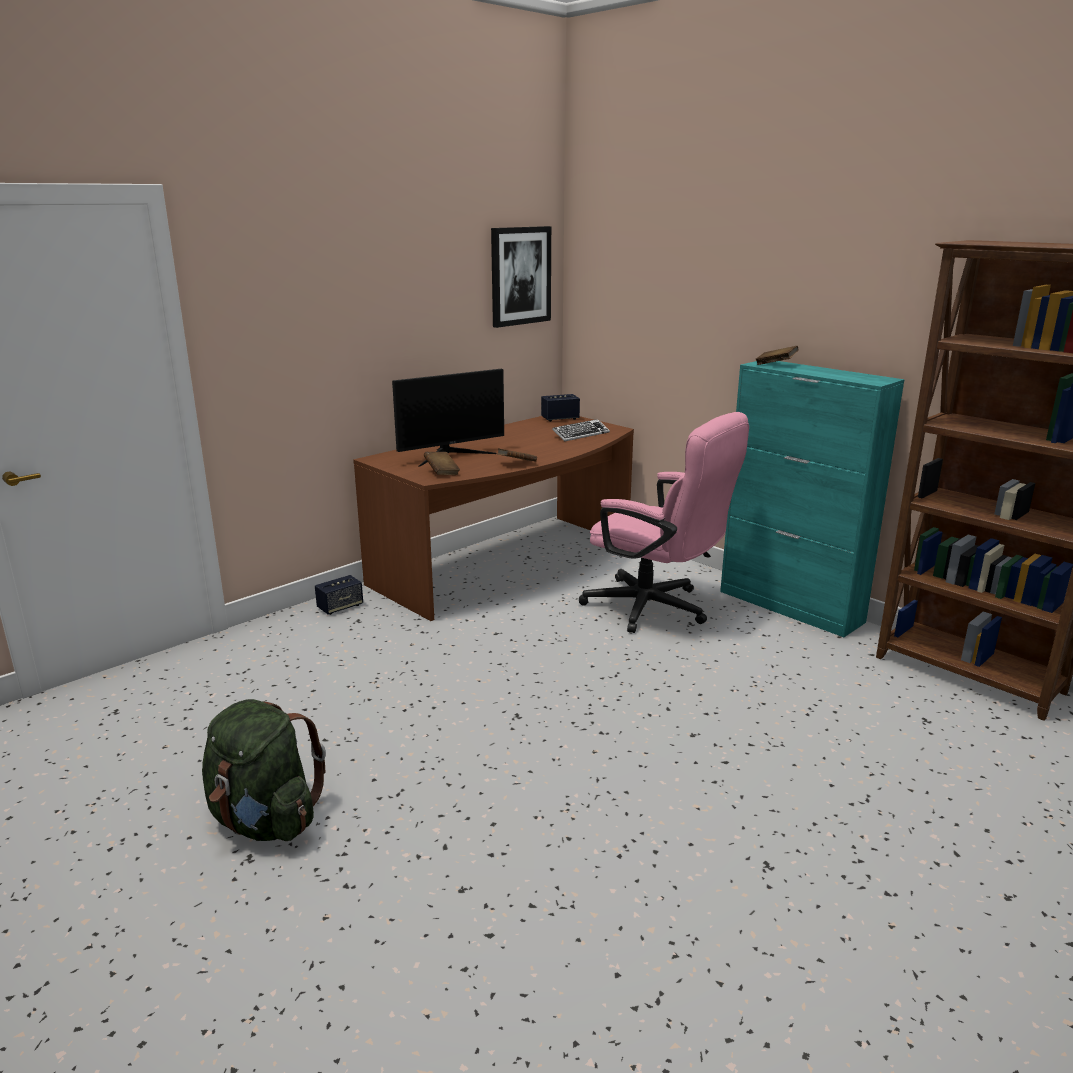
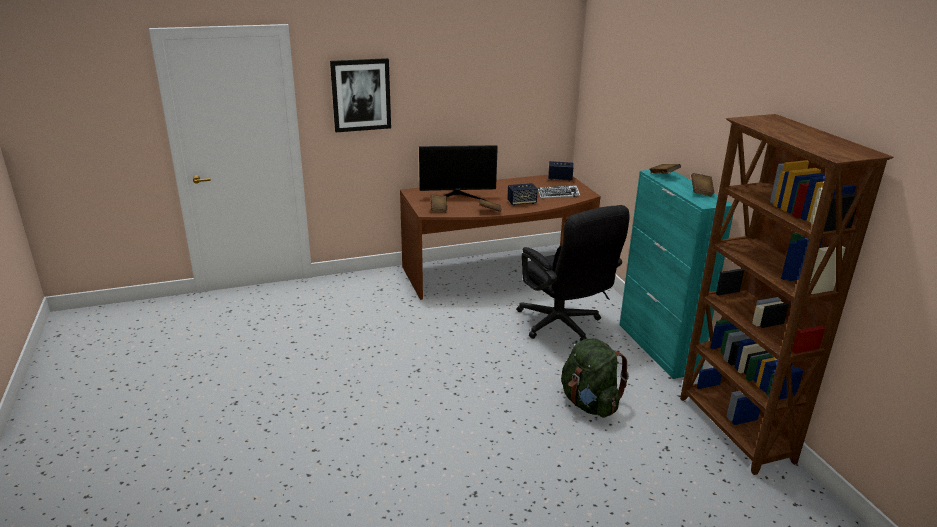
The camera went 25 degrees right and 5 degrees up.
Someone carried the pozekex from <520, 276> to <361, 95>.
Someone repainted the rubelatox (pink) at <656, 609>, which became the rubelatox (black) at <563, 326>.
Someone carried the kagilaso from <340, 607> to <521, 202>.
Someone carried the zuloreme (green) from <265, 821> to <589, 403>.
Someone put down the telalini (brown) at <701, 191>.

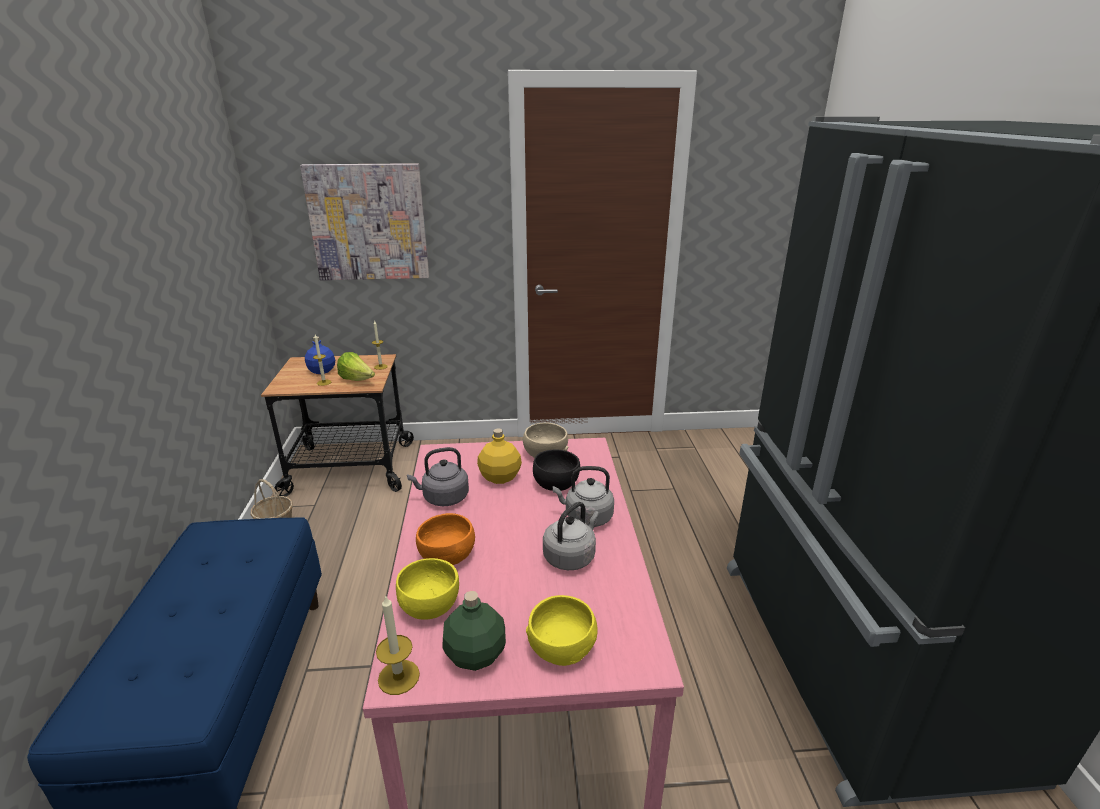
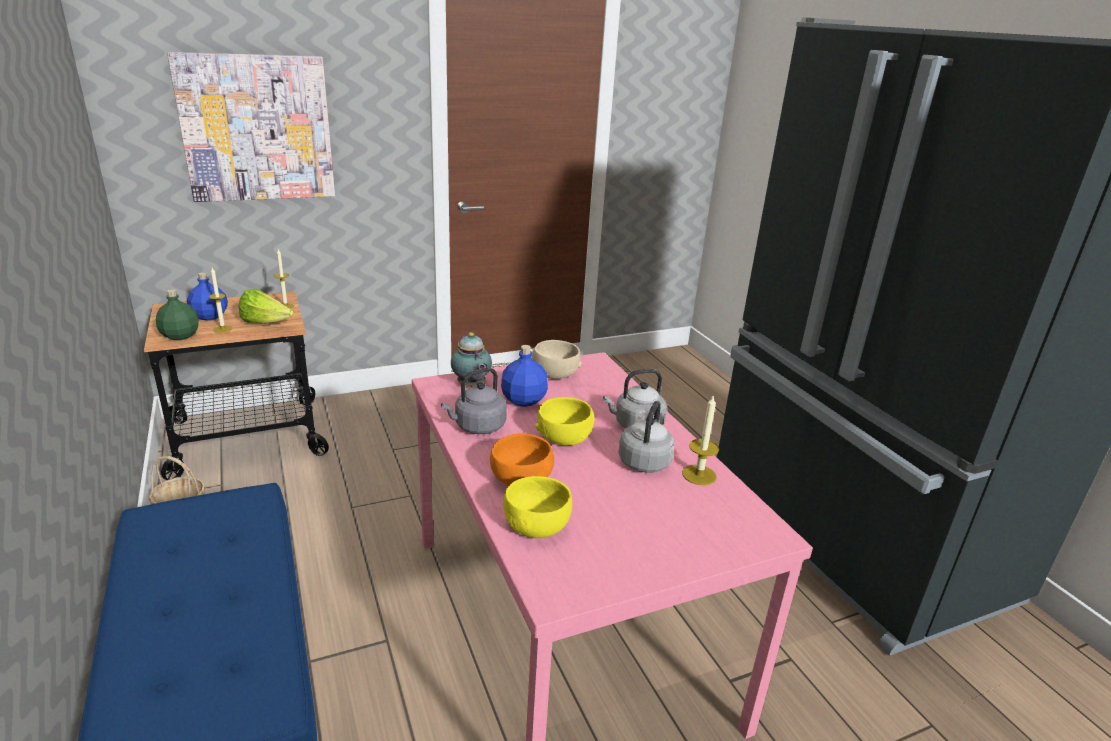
The camera went 20 degrees left and 0 degrees up.
Someone repainted the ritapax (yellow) at <499, 477>, which became the ritapax (blue) at <523, 400>.
Someone took away the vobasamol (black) at <556, 483>.
Someone carried the ritapax (green) from <476, 655> to <180, 336>.
Someone carried the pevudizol from <398, 677> to <699, 475>.
Someone carried the vobasamol (yellow) from <562, 646> to <564, 437>.
Someone put down the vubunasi at <471, 386>.

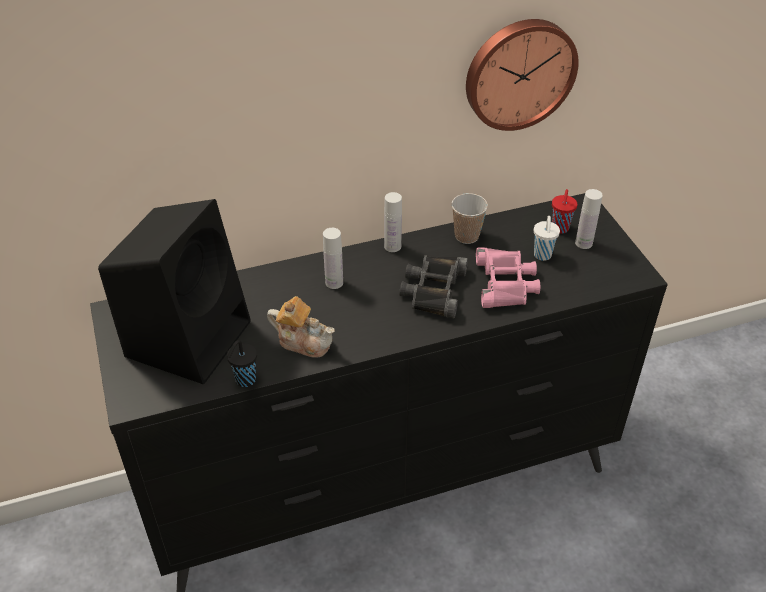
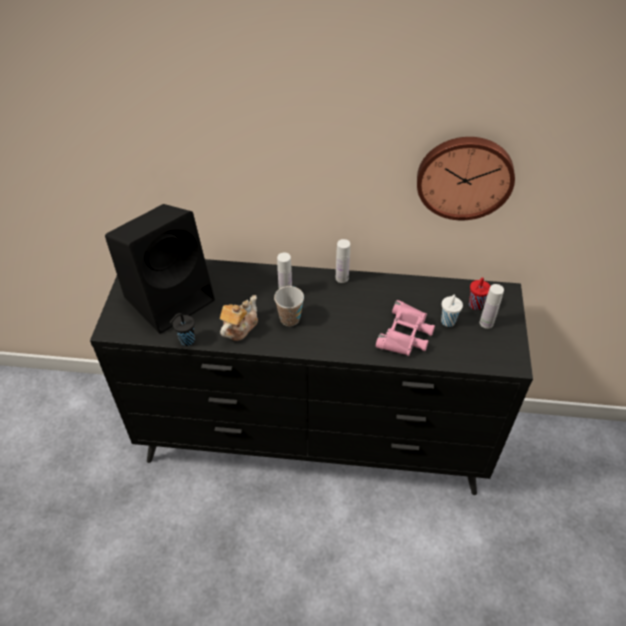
The camera went 25 degrees right and 5 degrees up.
Someone carried the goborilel from <466, 236> to <290, 319>.
Someone took away the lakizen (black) at <433, 290>.
Someone rotated the vubunasi at <303, 341> by 105 degrees counterclockwise.

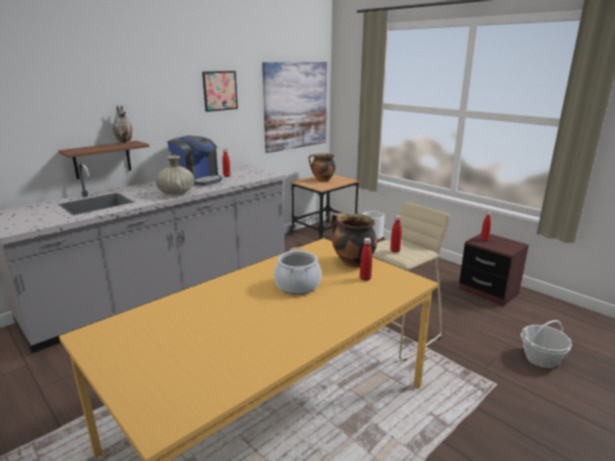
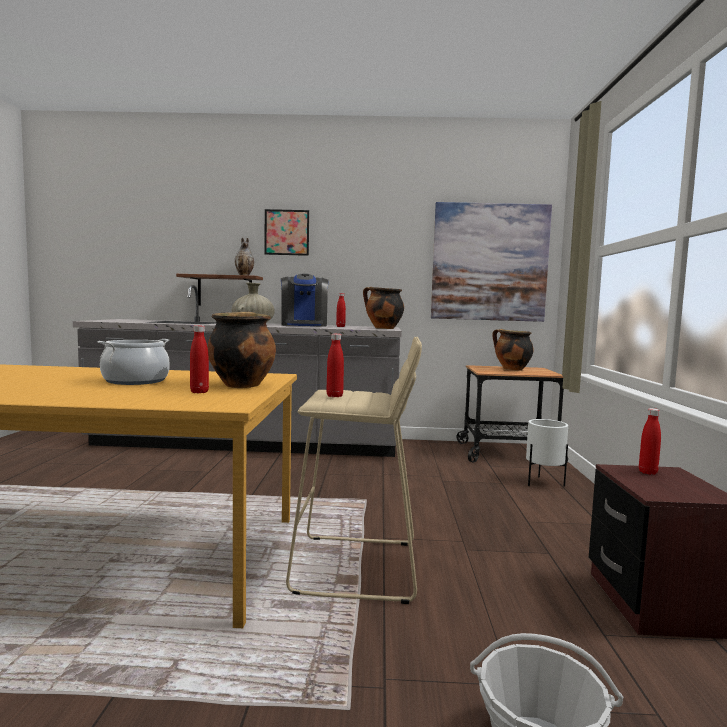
The camera went 45 degrees right and 15 degrees down.
Someone carried the pozekex from <220, 91> to <287, 232>.
Someone put down the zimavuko at <383, 328>.

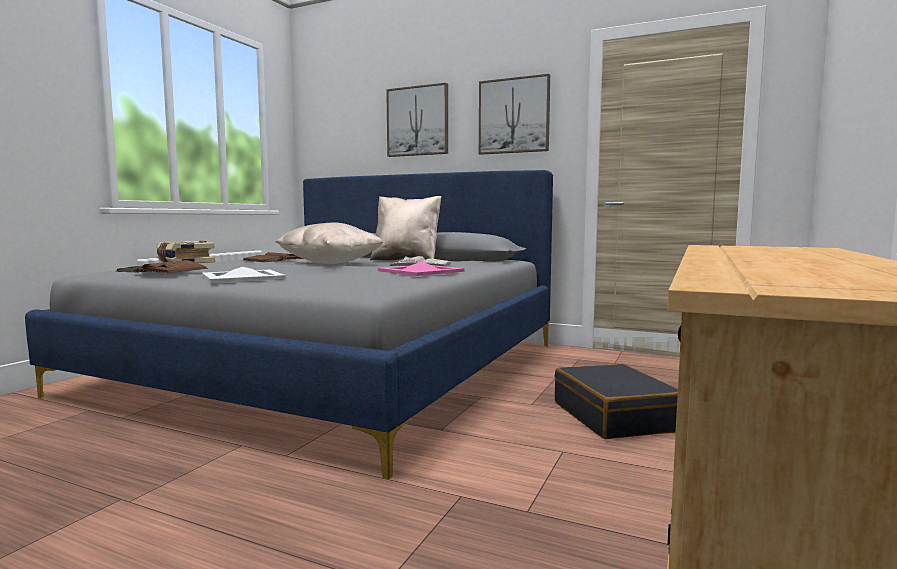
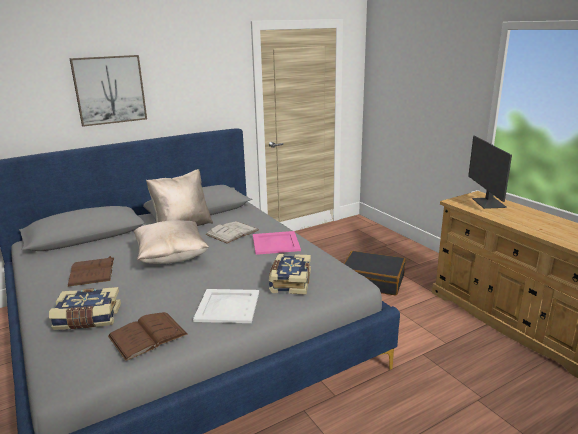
The camera went 55 degrees left and 15 degrees up.
Someone took away the pozekex at <514, 116>.
Someone put down the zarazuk at <488, 203>.
Someone put down the telalini at <289, 282>.

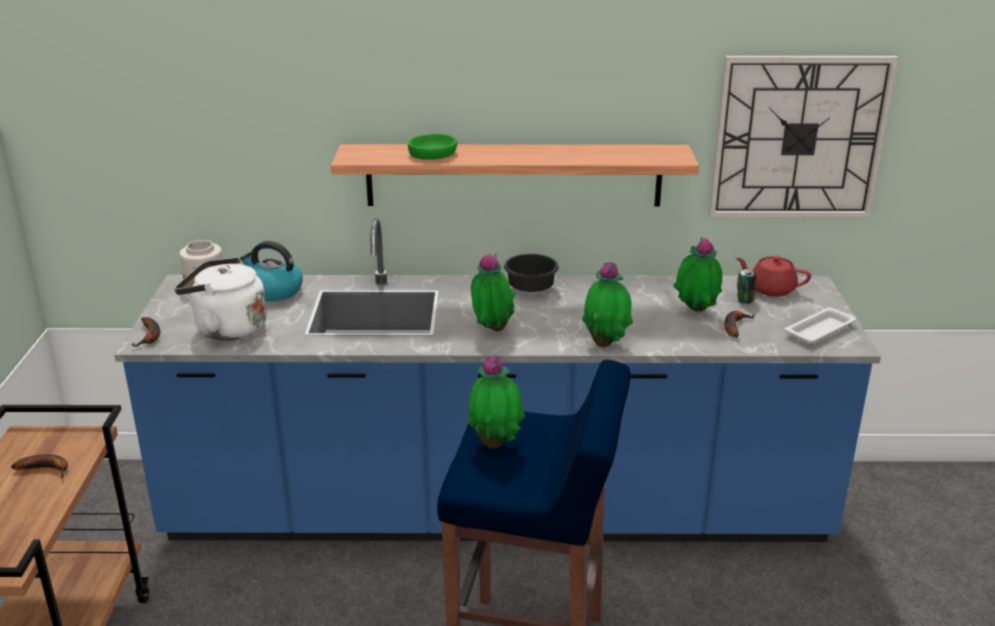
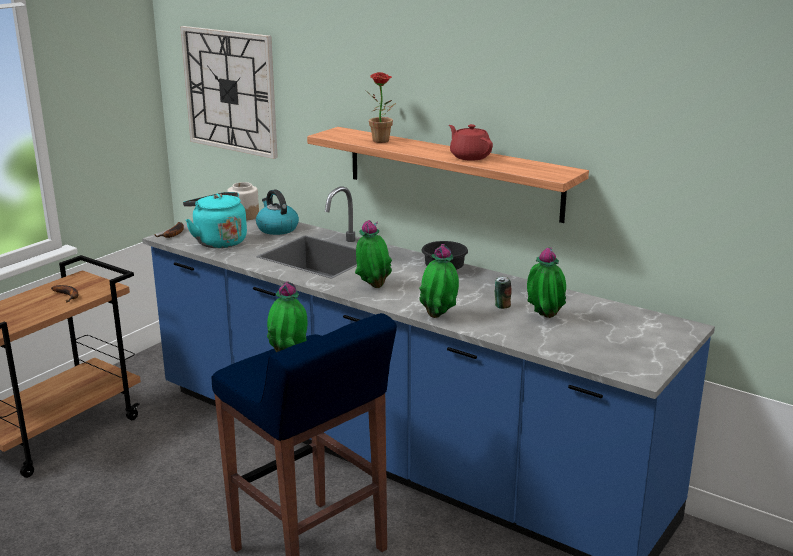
The camera went 35 degrees right and 5 degrees down.
Someone carried the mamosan from <798, 138> to <230, 91>.
Someone swapped the vobasamol (green) at <433, 154> for the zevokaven at <383, 141>.
Someone carried the vubunasi (red) from <770, 289> to <470, 156>.
Someone repainted the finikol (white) at <226, 329>, which became the finikol (turquoise) at <218, 241>.
Someone carried the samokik from <744, 300> to <501, 306>.
Someone took away the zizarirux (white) at <820, 330>.
Someone took away the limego at <734, 326>.

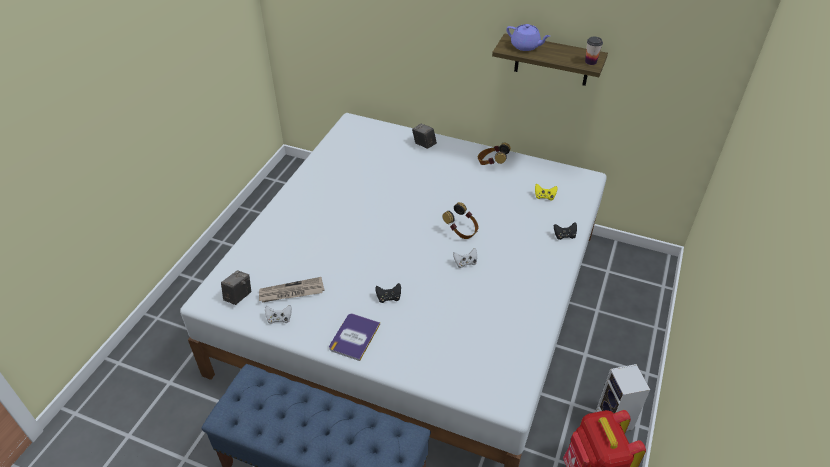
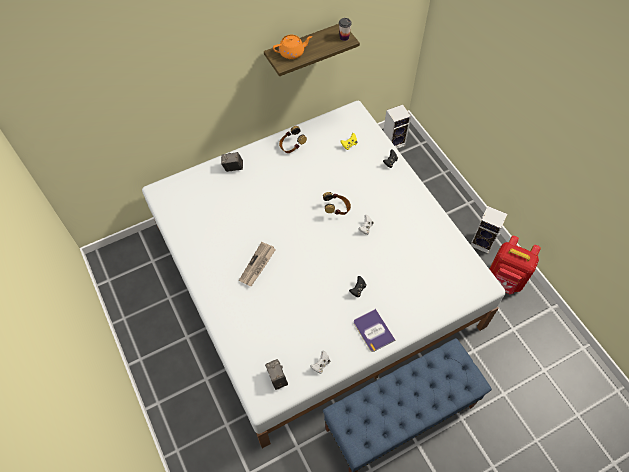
The camera went 50 degrees left and 15 degrees up.
Someone repainted the vubunasi (purple) at <526, 46>, which became the vubunasi (orange) at <292, 53>.
Someone carried the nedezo from <291, 292> to <257, 265>.
Someone put down the kagilaso at <394, 142>.

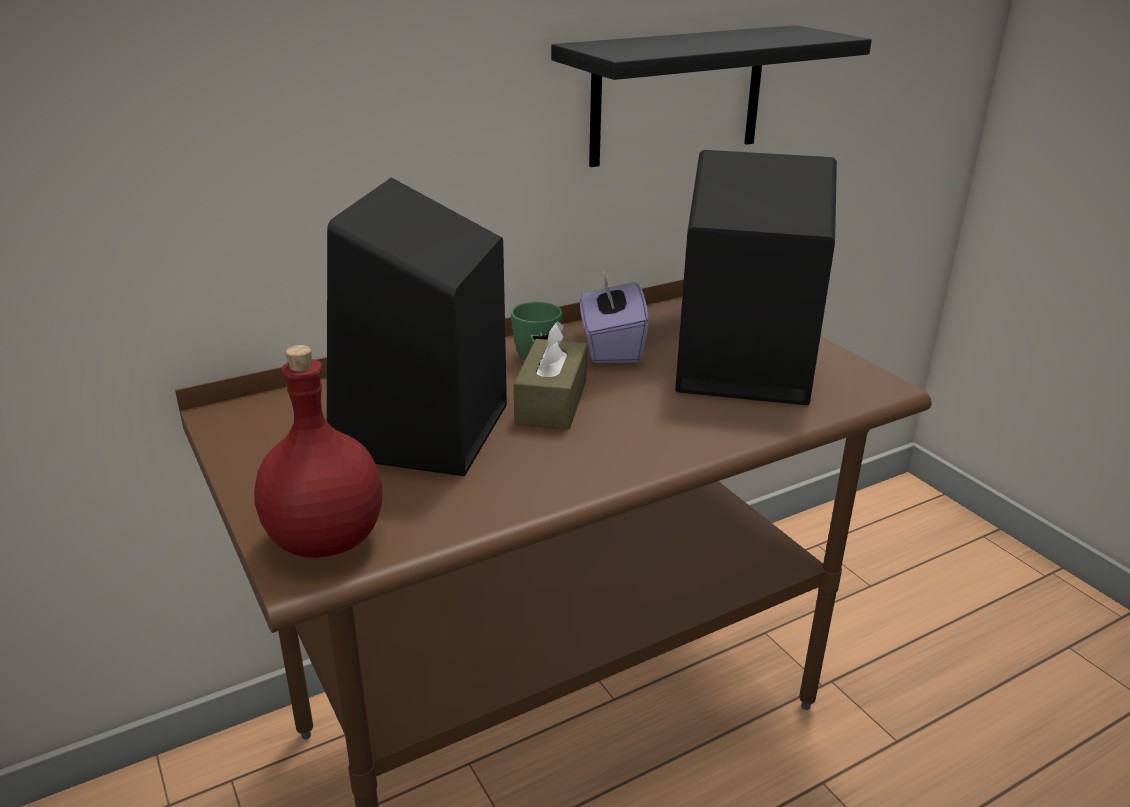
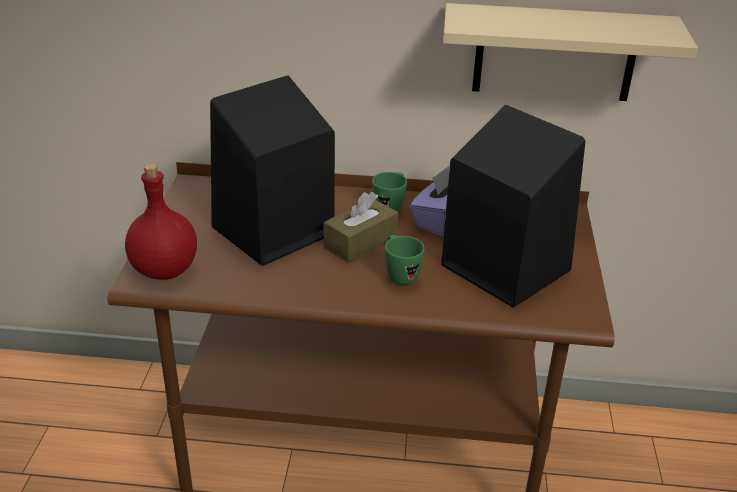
The camera went 35 degrees right and 5 degrees up.
Someone repainted the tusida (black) at <677, 95>, which became the tusida (beige) at <555, 53>.
Someone put down the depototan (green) at <399, 275>.

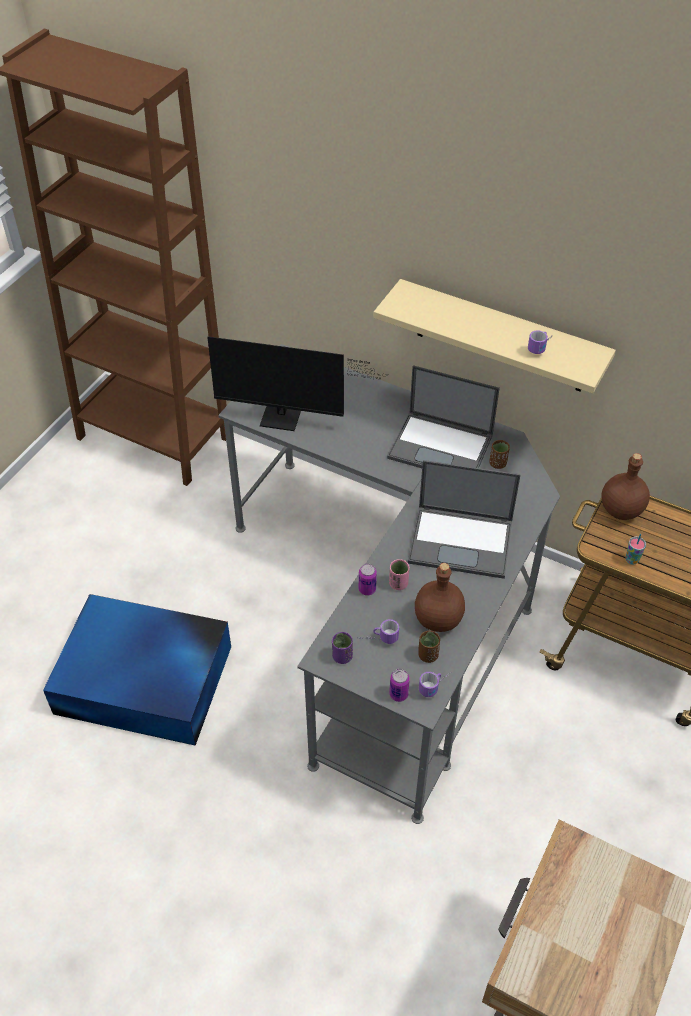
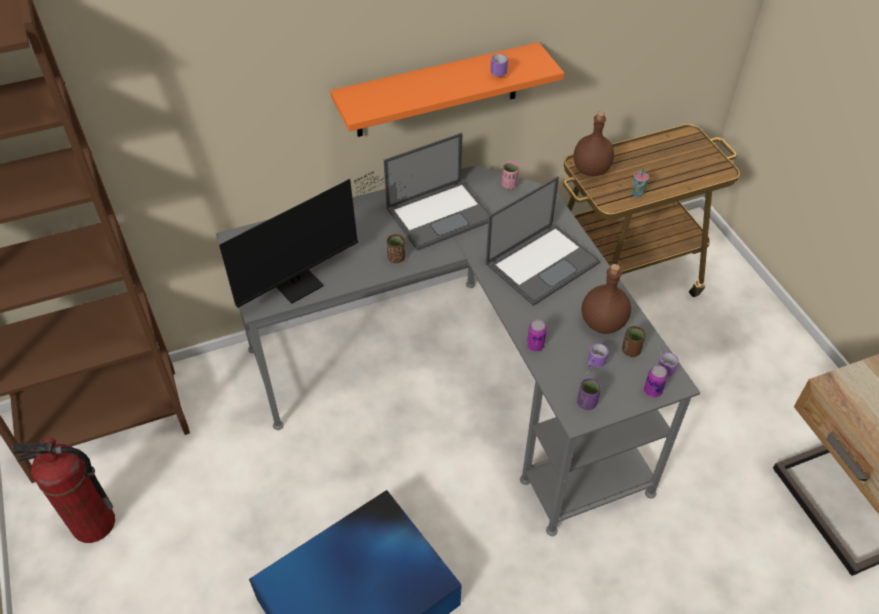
The camera went 50 degrees left and 0 degrees up.
Someone repainted the tusida (beige) at <501, 337>, which became the tusida (orange) at <437, 91>.
Someone carried the goborilel (brown) from <498, 463> to <396, 258>.
Someone carried the goborilel (pink) from <398, 583> to <509, 185>.
Someone put down the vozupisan at <94, 524>.

